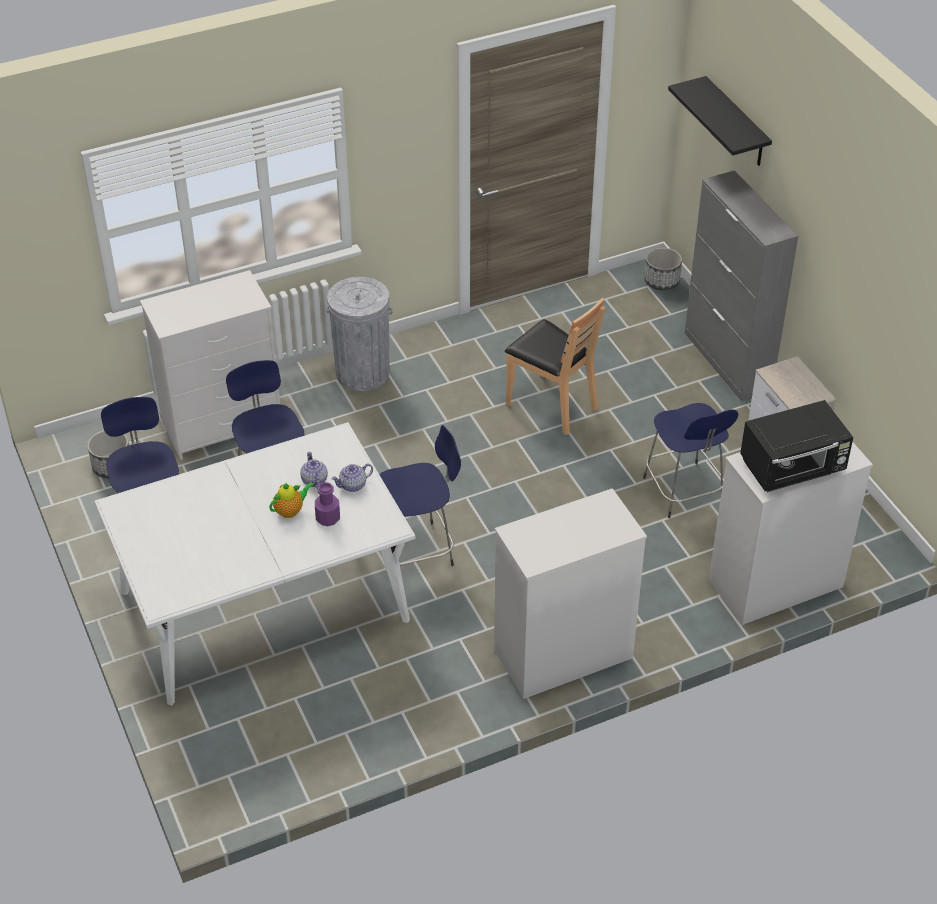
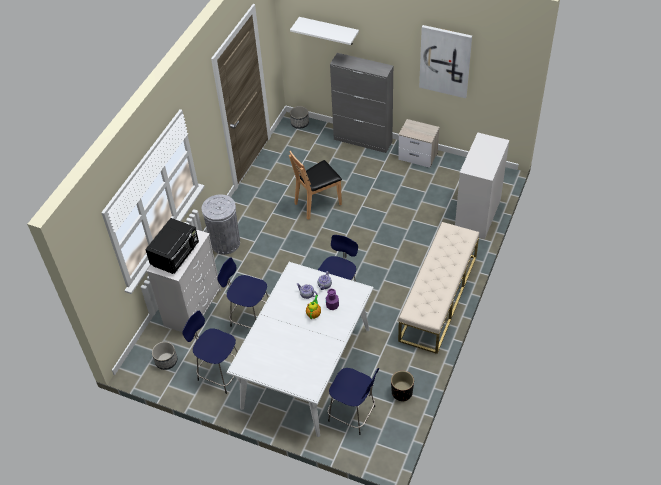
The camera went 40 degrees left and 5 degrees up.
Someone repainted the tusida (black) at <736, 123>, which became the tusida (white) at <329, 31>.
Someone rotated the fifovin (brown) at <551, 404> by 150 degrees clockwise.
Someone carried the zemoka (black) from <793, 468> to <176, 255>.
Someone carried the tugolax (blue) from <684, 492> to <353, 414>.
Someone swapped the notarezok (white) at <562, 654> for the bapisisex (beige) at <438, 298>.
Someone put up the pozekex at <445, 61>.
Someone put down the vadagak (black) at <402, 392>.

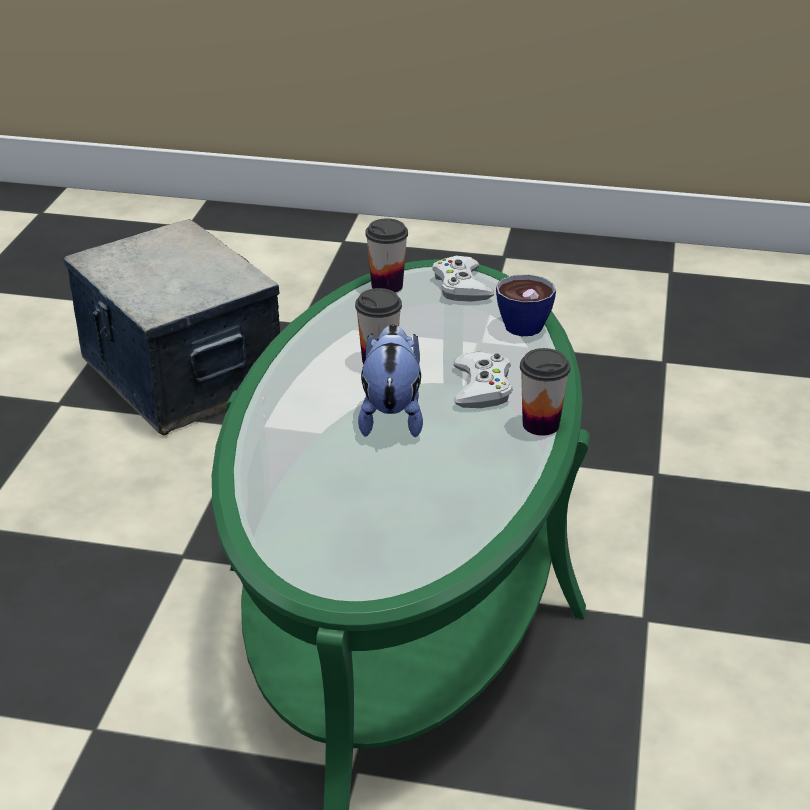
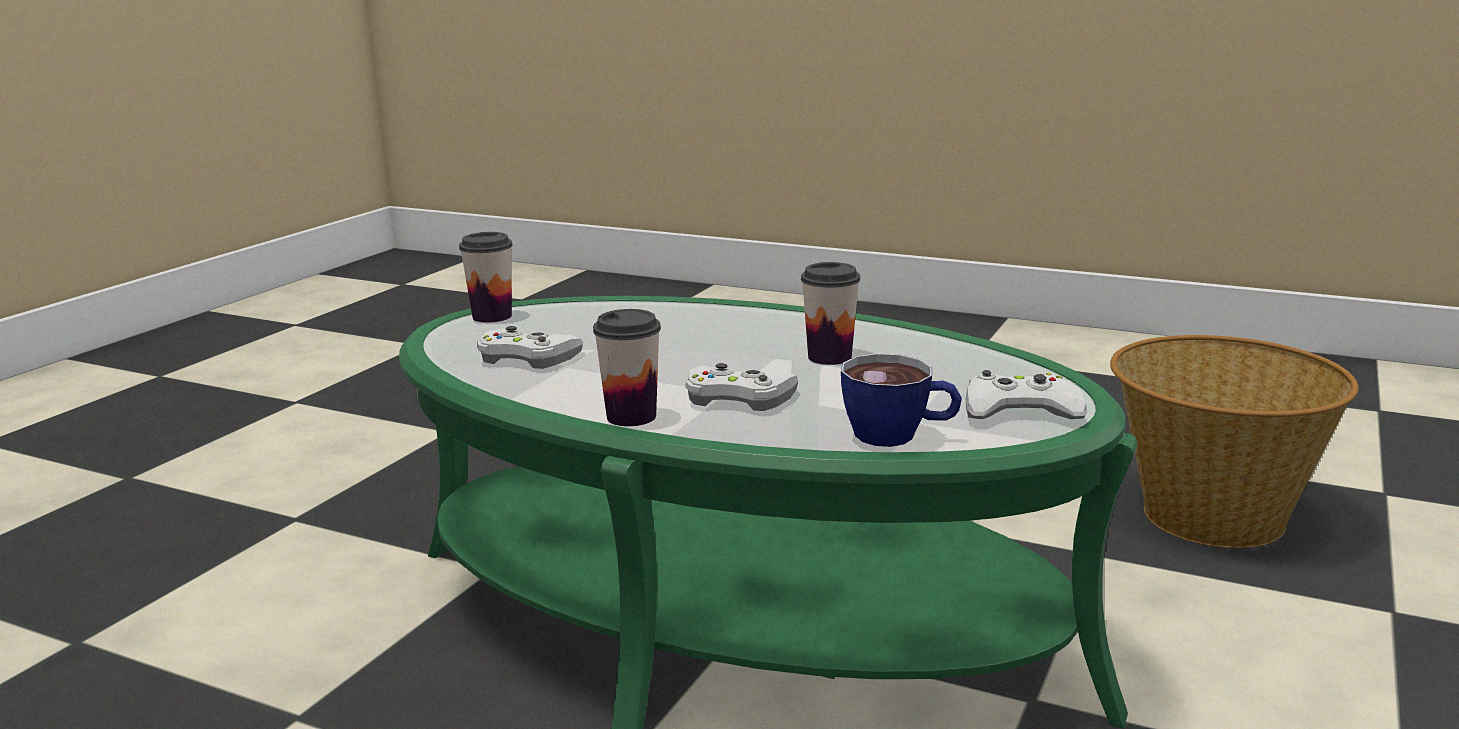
The camera went 105 degrees right and 15 degrees down.
Someone carried the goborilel from <387, 286> to <492, 316>.
Someone swapped the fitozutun at <180, 374> for the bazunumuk at <1211, 517>.
Someone took away the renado at <391, 415>.
Someone put down the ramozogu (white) at <527, 358>.

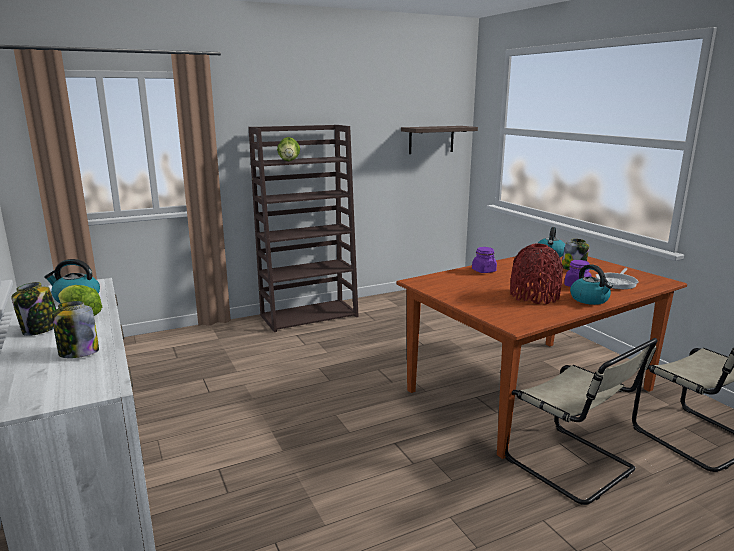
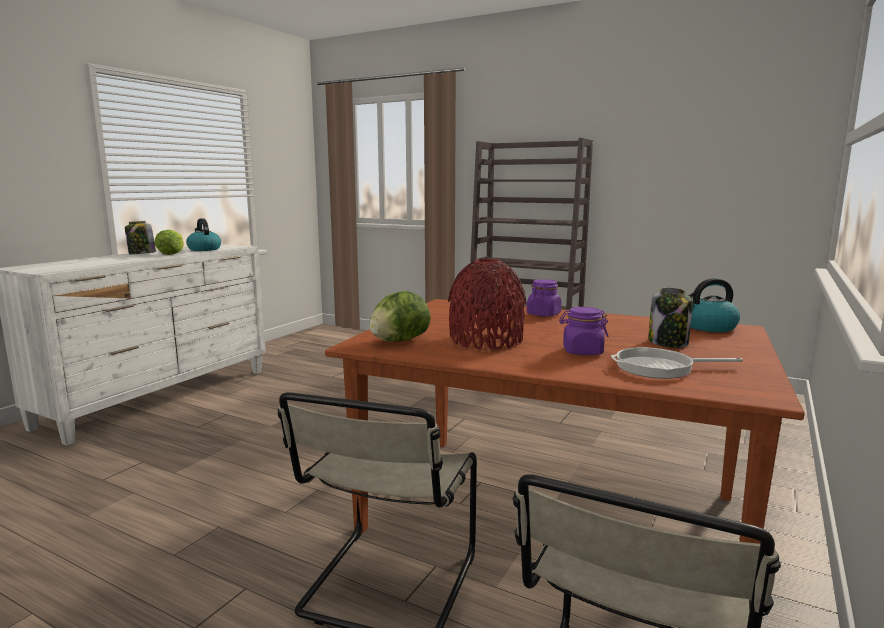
The camera went 55 degrees right and 5 degrees down.
Someone took away the tusida at <431, 139>.
Someone carried the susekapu from <289, 161> to <399, 341>.
Someone took away the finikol at <590, 299>.
Someone took away the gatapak at <78, 353>.

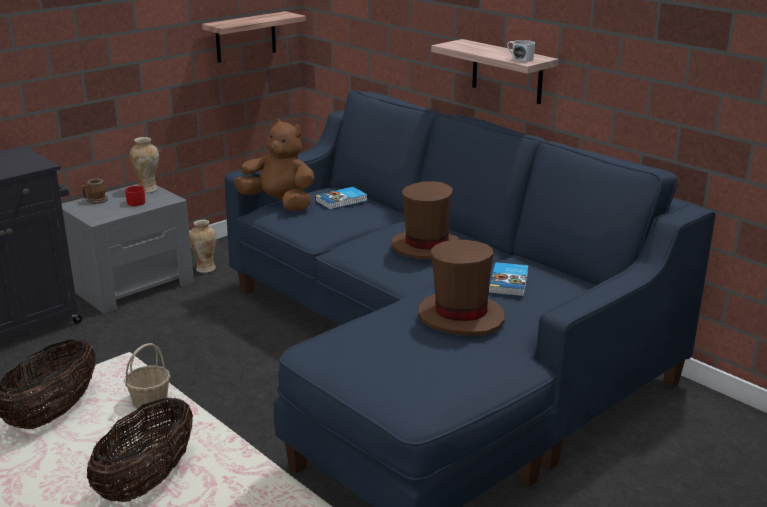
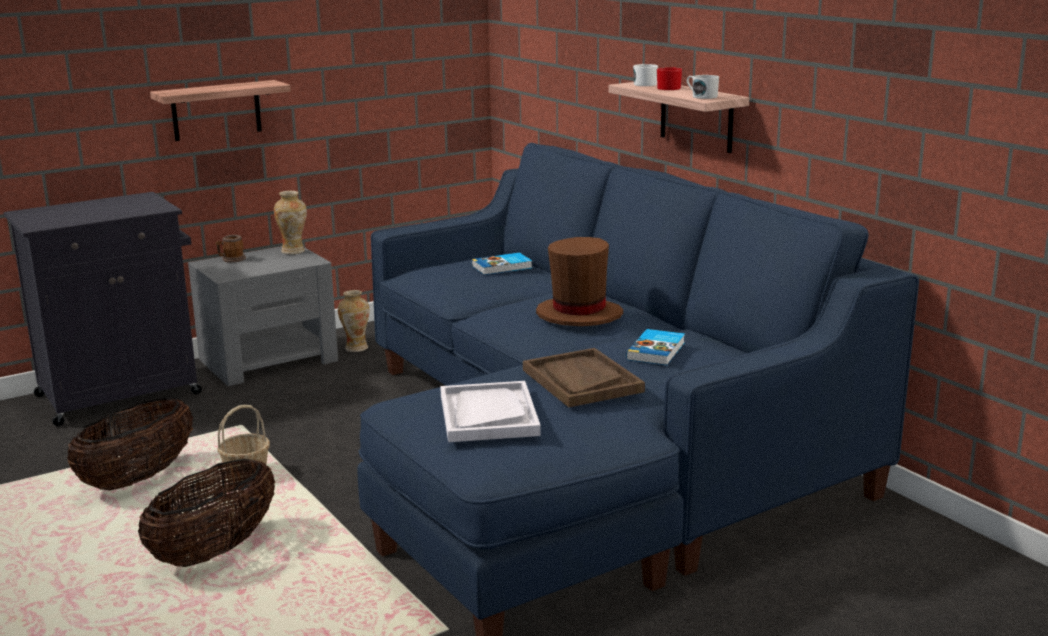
The camera went 10 degrees right and 5 degrees down.
Someone carried the tusida from <245, 37> to <216, 110>.
Someone took away the renado (brown) at <279, 204>.
Someone carried the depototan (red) from <137, 202> to <669, 88>.
Someone swapped the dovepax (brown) at <460, 316> for the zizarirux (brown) at <581, 381>.
Someone put down the depototan (white) at <644, 84>.
Someone put down the zizarirux (white) at <488, 415>.

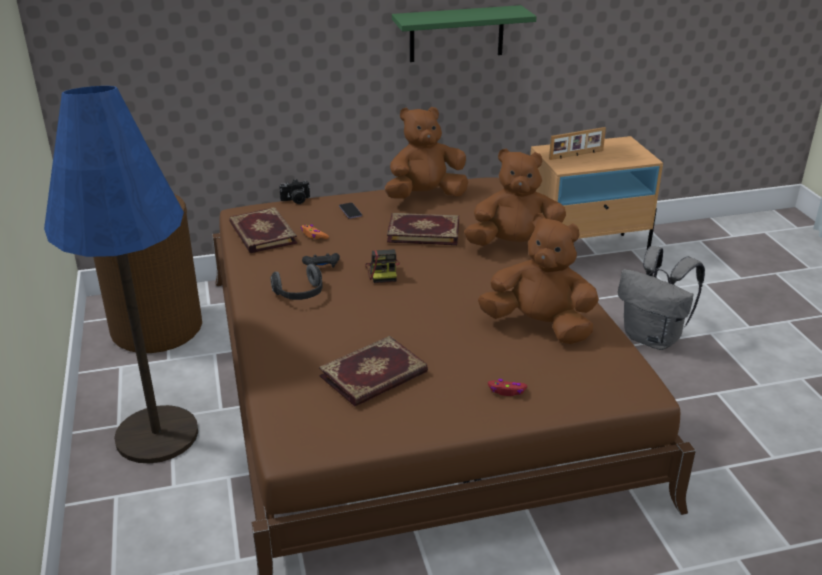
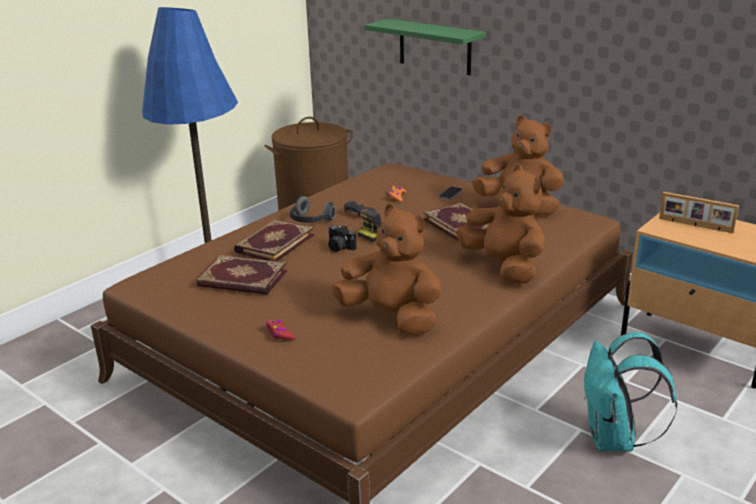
The camera went 55 degrees right and 5 degrees down.
Someone carried the tusida (green) from <456, 34> to <435, 47>.
Someone carried the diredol from <296, 200> to <339, 248>.
Someone carried the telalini from <261, 233> to <274, 243>.
Someone rotated the renado (brown) at <539, 326> by 45 degrees counterclockwise.
Someone repainted the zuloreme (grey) at <653, 338>, which became the zuloreme (turquoise) at <614, 439>.

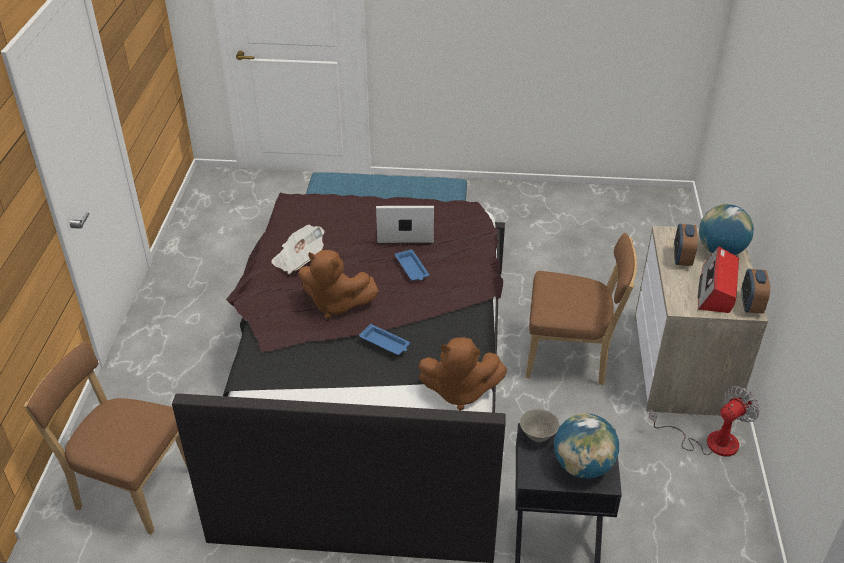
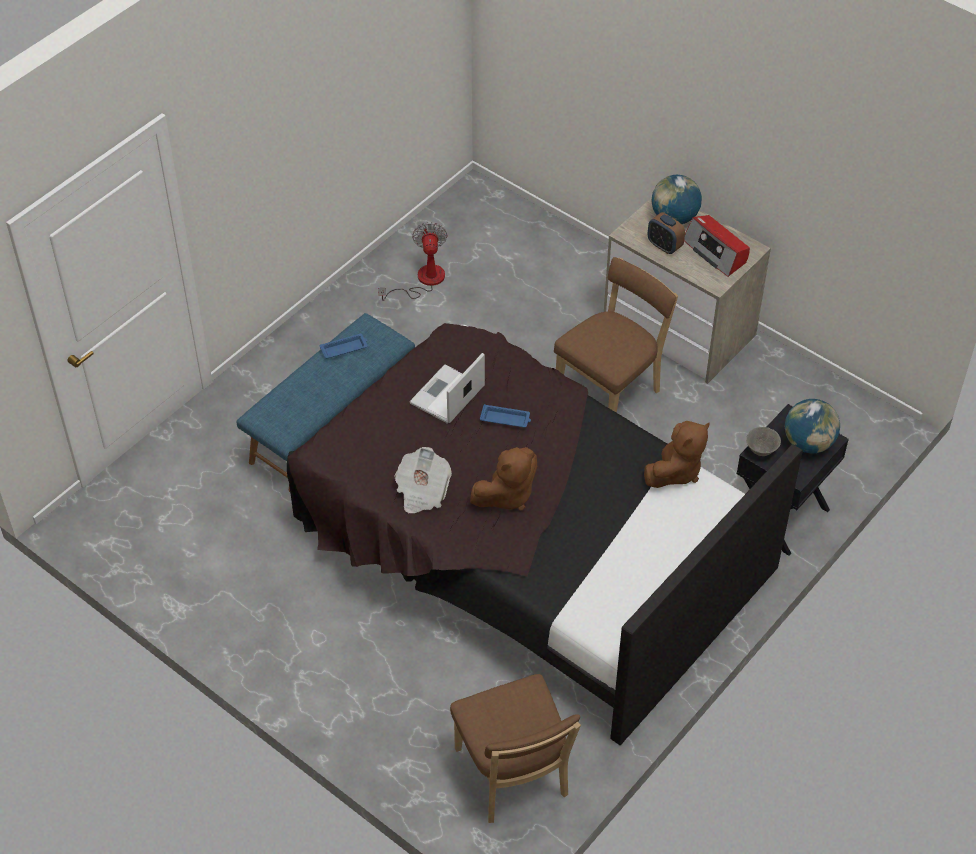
The camera went 55 degrees left and 10 degrees up.
Someone took away the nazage at <750, 305>.
Someone carried the zizarirux (blue) from <385, 343> to <344, 348>.
Someone rotated the fifovin (brown) at <130, 488> by 75 degrees counterclockwise.
Someone carried the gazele from <709, 442> to <422, 281>.

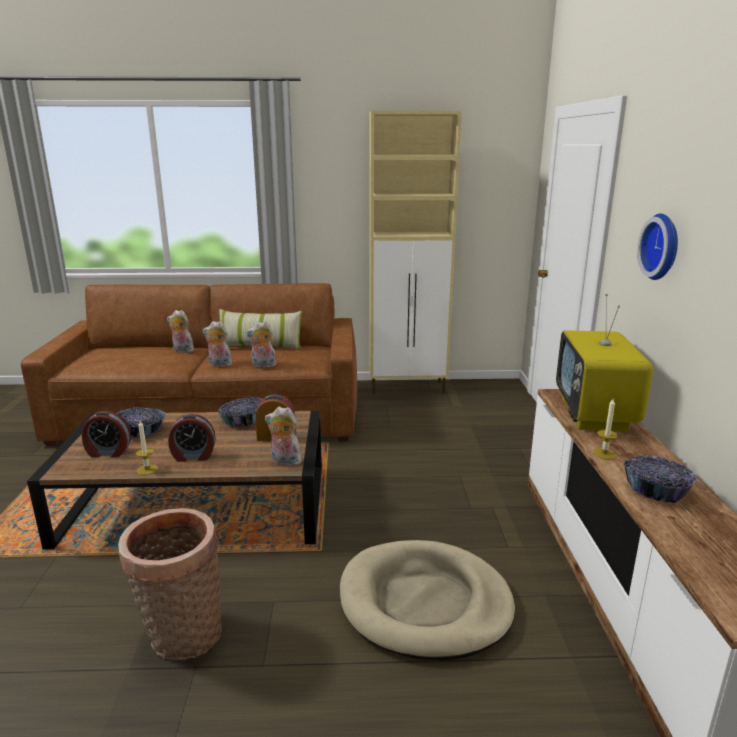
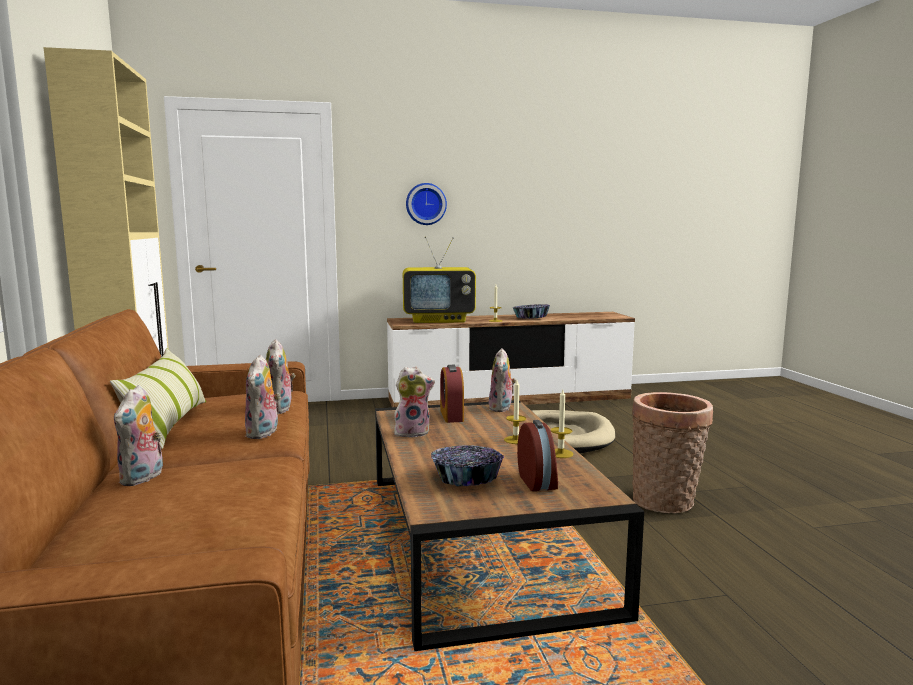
The camera went 100 degrees left and 10 degrees down.
Someone swapped the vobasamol at <244, 420> for the renado at <413, 432>.
Someone swapped the nazage at <193, 456> for the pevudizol at <515, 440>.

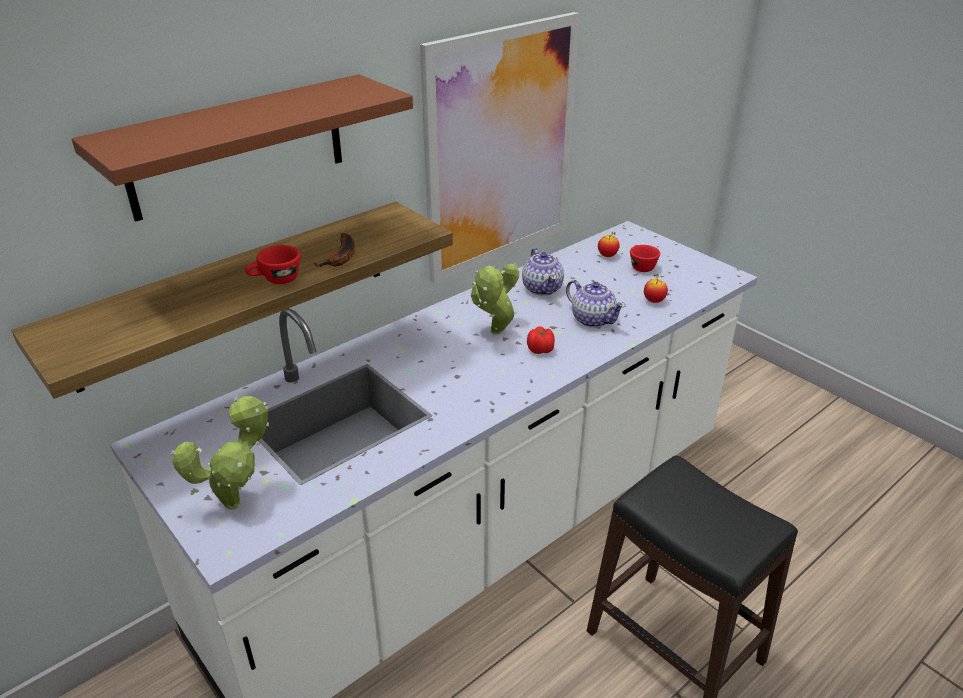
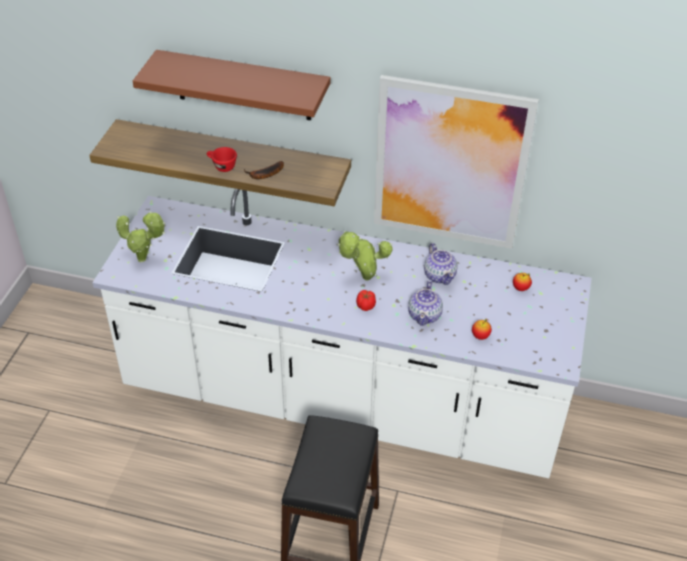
The camera went 55 degrees right and 10 degrees up.
Someone took away the goborilel (red) at <640, 266>.
Someone rotated the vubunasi at <542, 288> by 60 degrees counterclockwise.

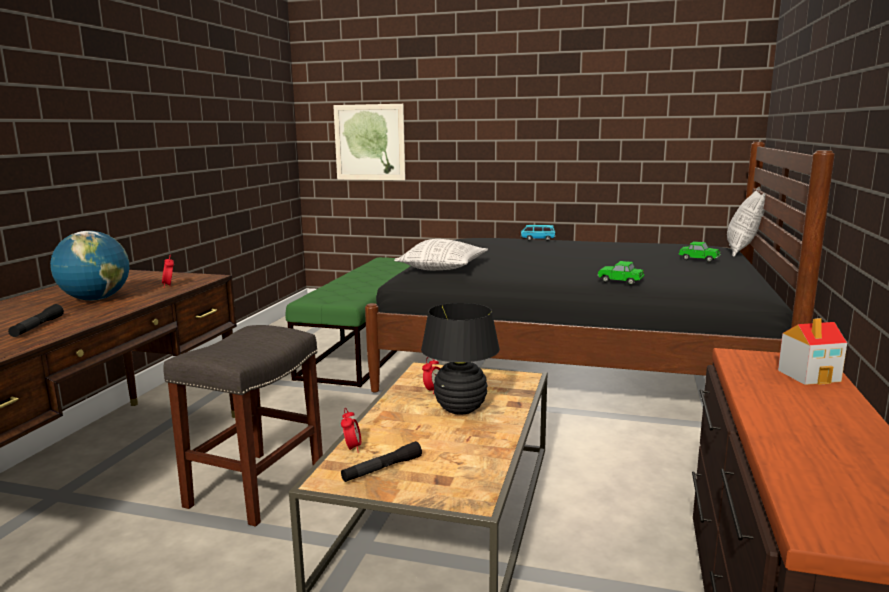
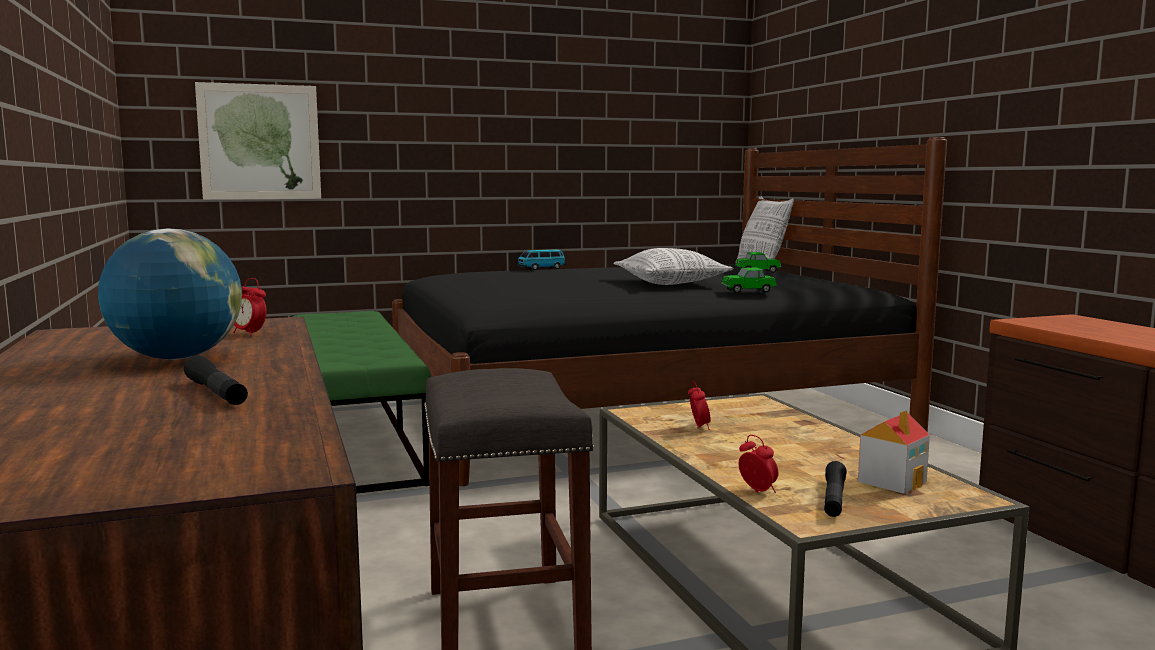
The camera went 35 degrees left and 5 degrees down.
Someone carried the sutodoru from <442, 268> to <671, 283>.
Someone took away the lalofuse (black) at <460, 408>.
Someone carried the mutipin from <809, 375> to <892, 481>.

